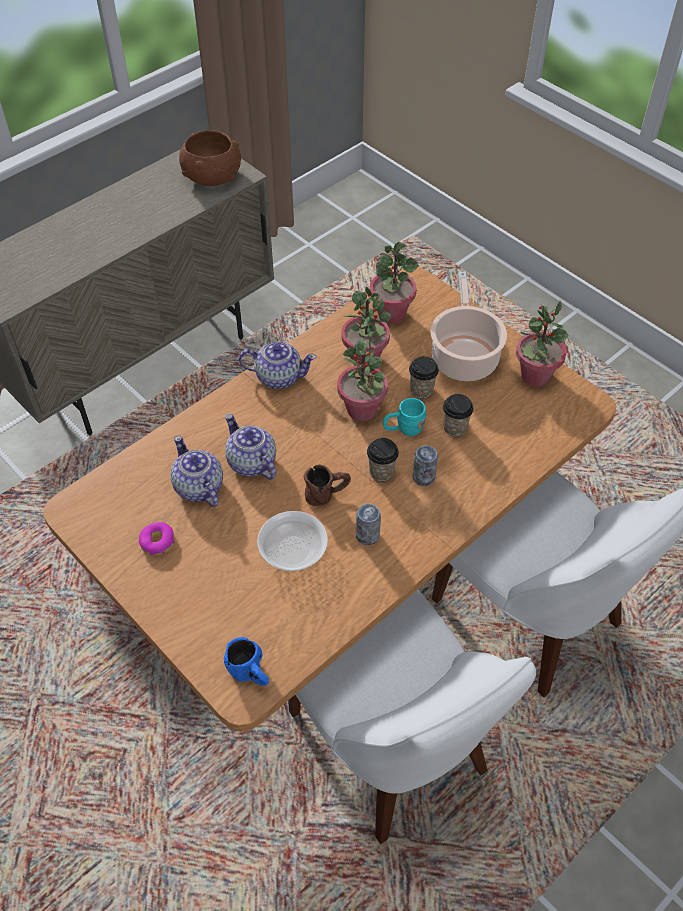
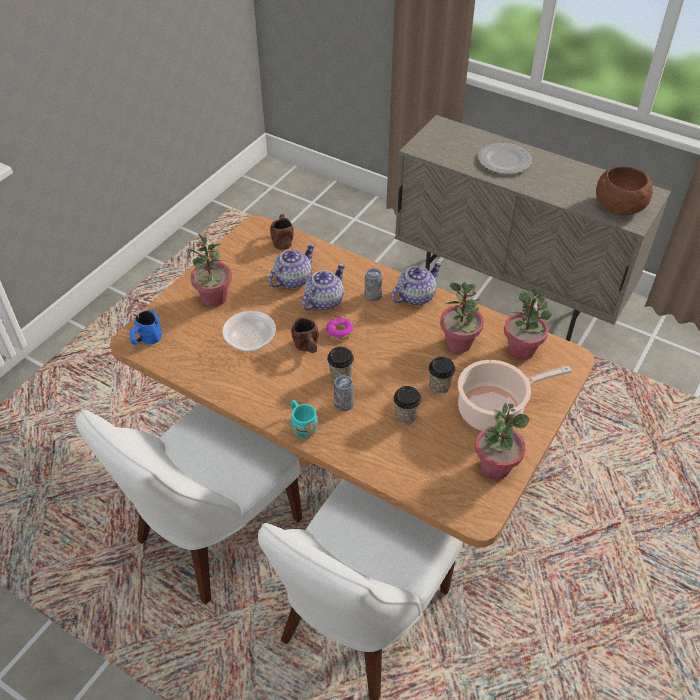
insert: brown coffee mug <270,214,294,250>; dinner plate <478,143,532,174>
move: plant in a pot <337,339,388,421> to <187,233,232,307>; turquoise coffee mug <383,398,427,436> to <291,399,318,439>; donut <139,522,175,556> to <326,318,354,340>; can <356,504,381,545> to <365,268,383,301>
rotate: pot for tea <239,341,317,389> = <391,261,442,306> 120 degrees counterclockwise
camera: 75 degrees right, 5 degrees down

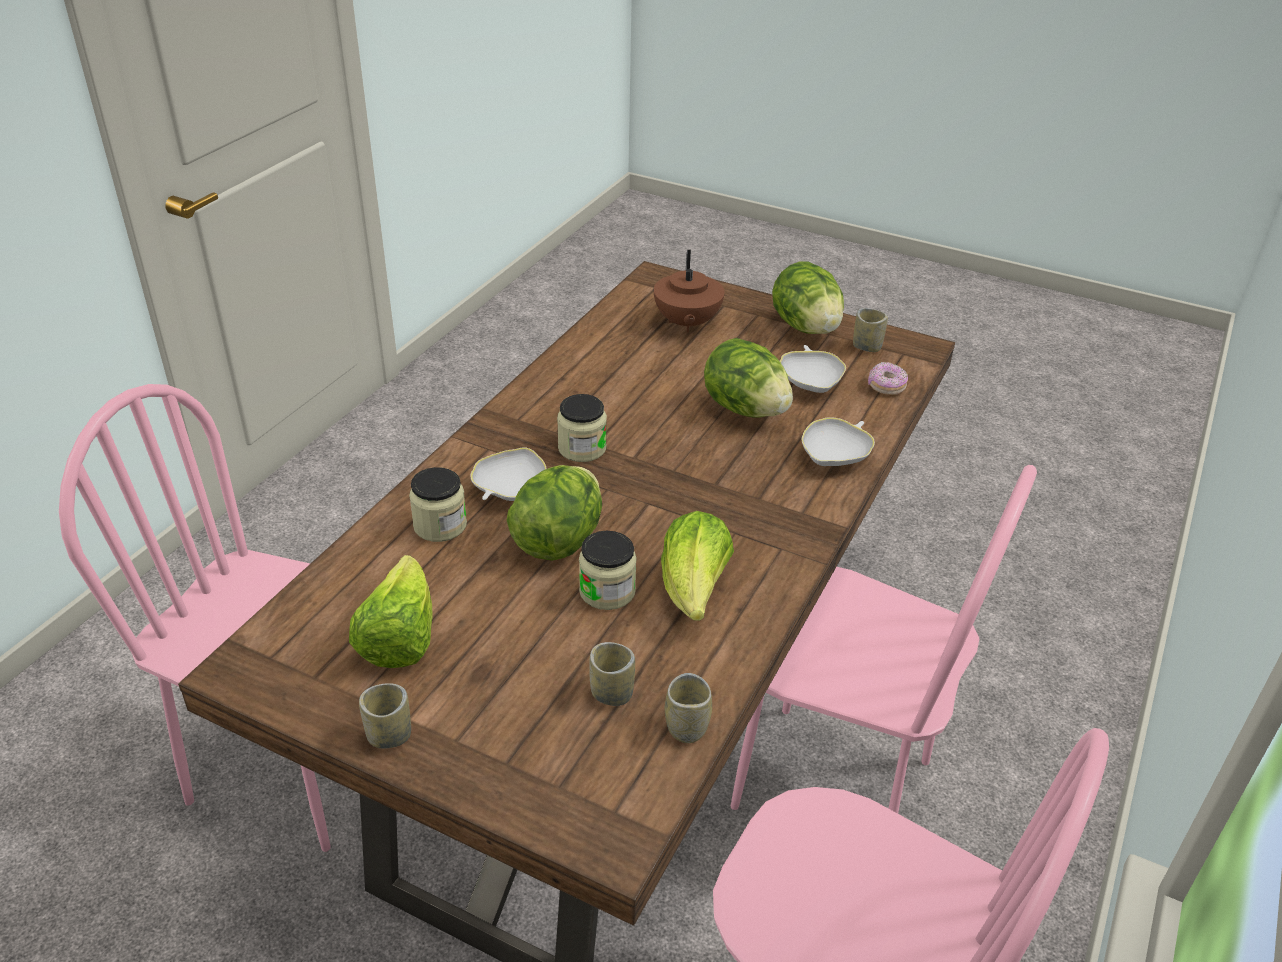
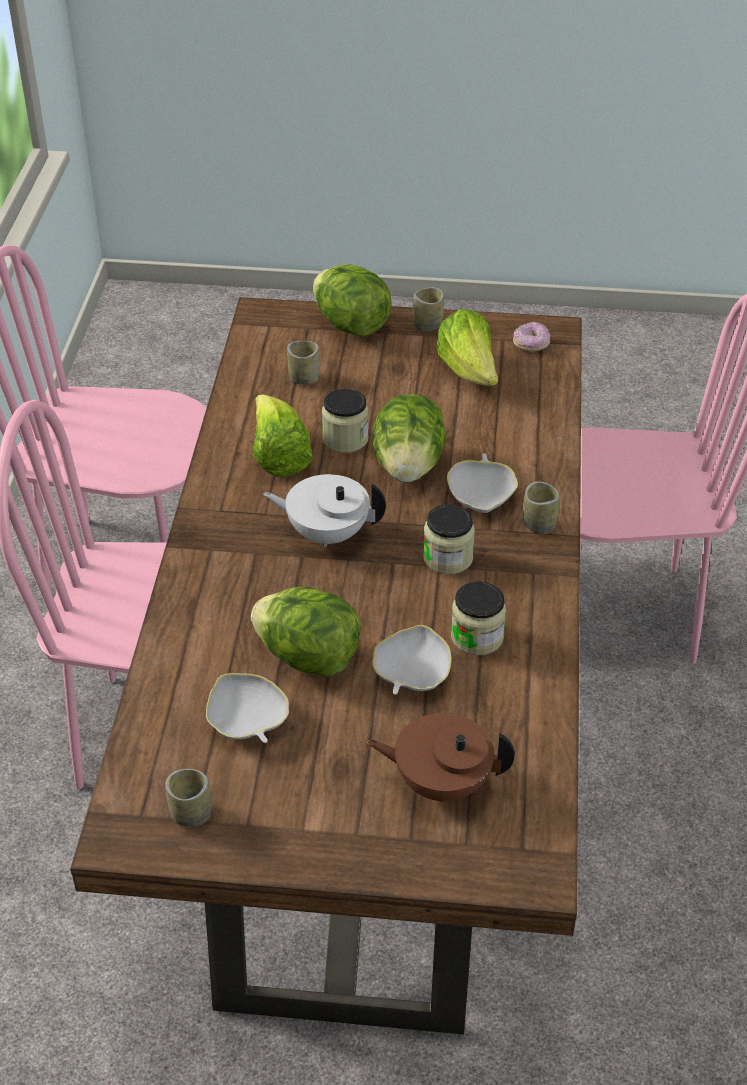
insert: whitish pot for tea <263,474,386,548>
move: lettuce <772,261,844,334> to <313,264,391,337>; whitish bowl <802,417,875,466> to <373,625,451,695>; jar <409,467,467,542> to <451,582,506,655>; donut <868,362,908,395> to <513,322,550,352>; small cup <665,673,712,743> to <523,481,560,535>
rotate: brown pot for tea <654,250,725,333> = <367,713,515,802> 60 degrees counterclockwise
camera: 160 degrees right, 5 degrees up

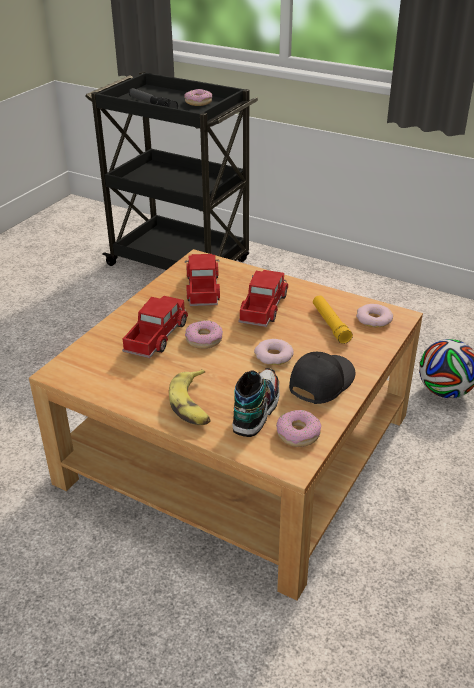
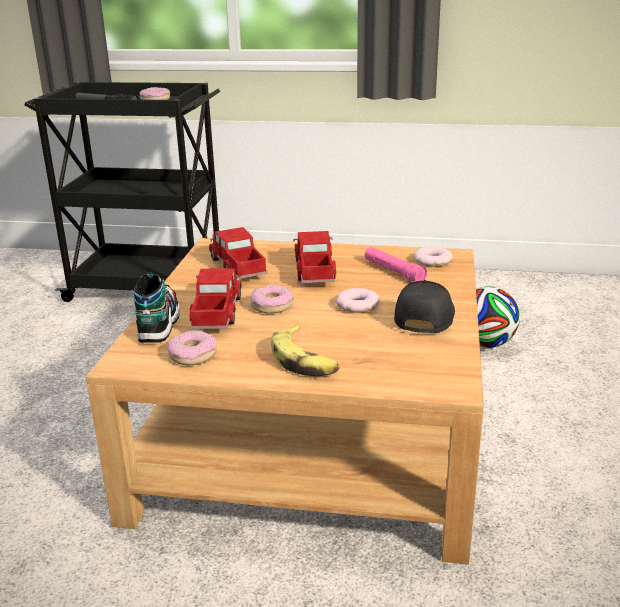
move: low shoe <232,368,280,437> to <134,272,180,343>; donut <276,410,322,447> to <167,330,217,365>
recolor: yellow-coloured torch <313,295,353,344> to pinkish torch <365,247,427,282>
camera: 20 degrees left, 10 degrees down

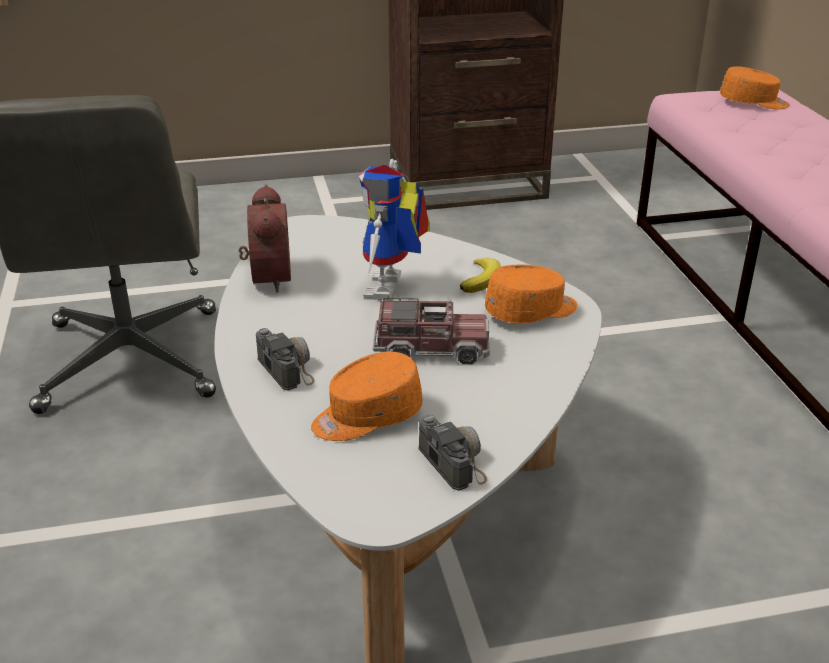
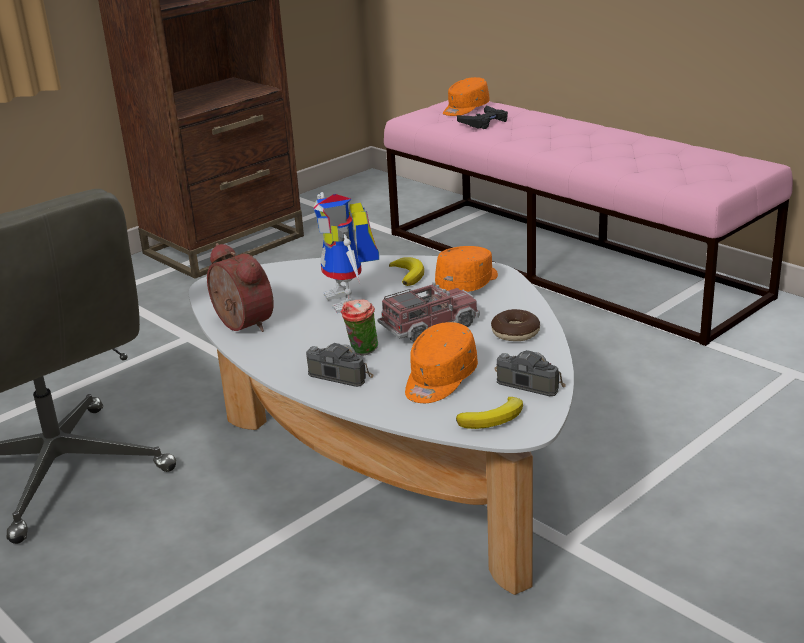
insert: small cup <341,299,378,356>; banana <456,397,523,429>; black joypad <457,105,508,129>; donut <491,309,540,341>
rotate: orange peaked cap <720,66,790,109> = <443,77,490,116> 150 degrees clockwise
camera: 30 degrees left, 5 degrees down

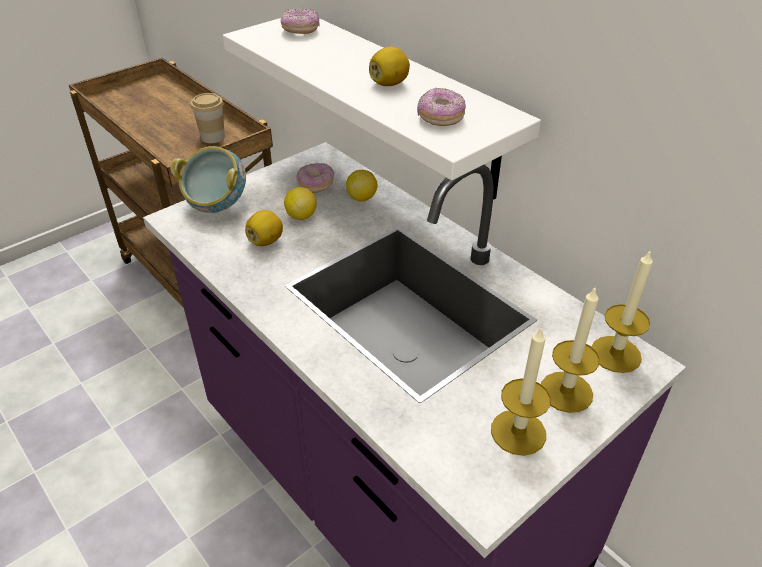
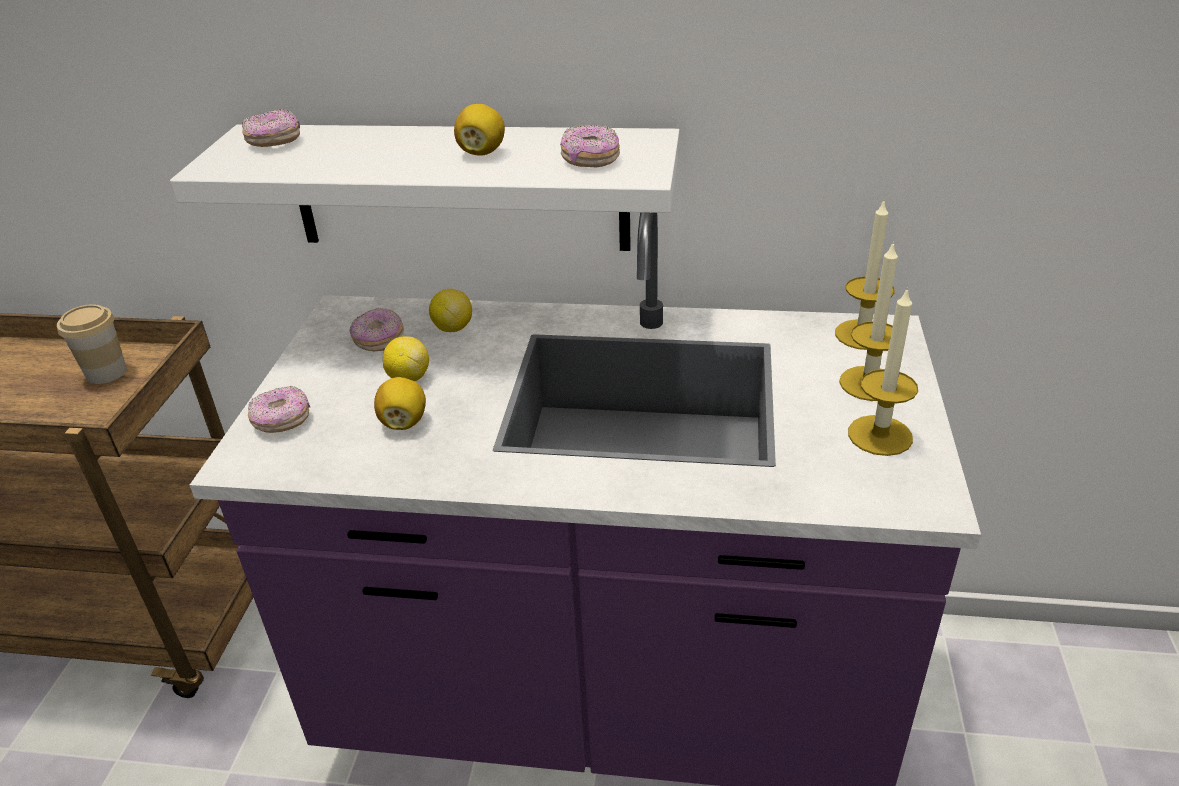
replace: bowl <170,146,246,213> to donut <248,386,310,433>
camera: 40 degrees left, 5 degrees down

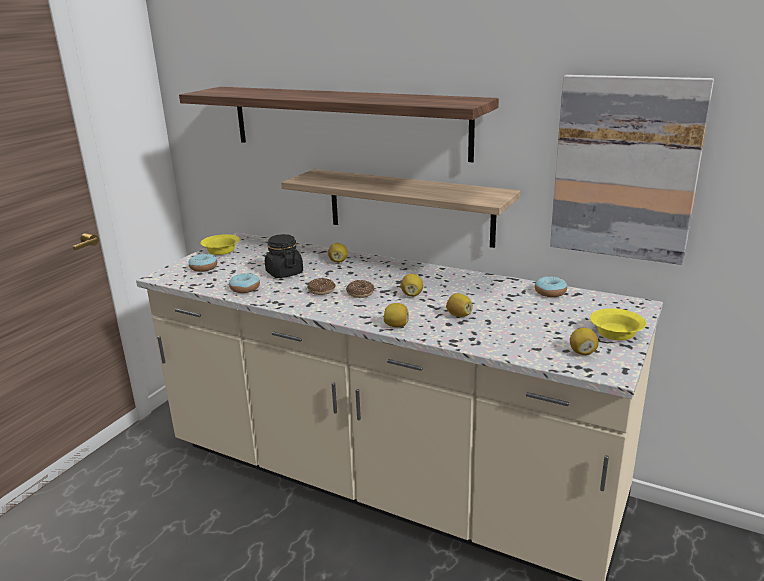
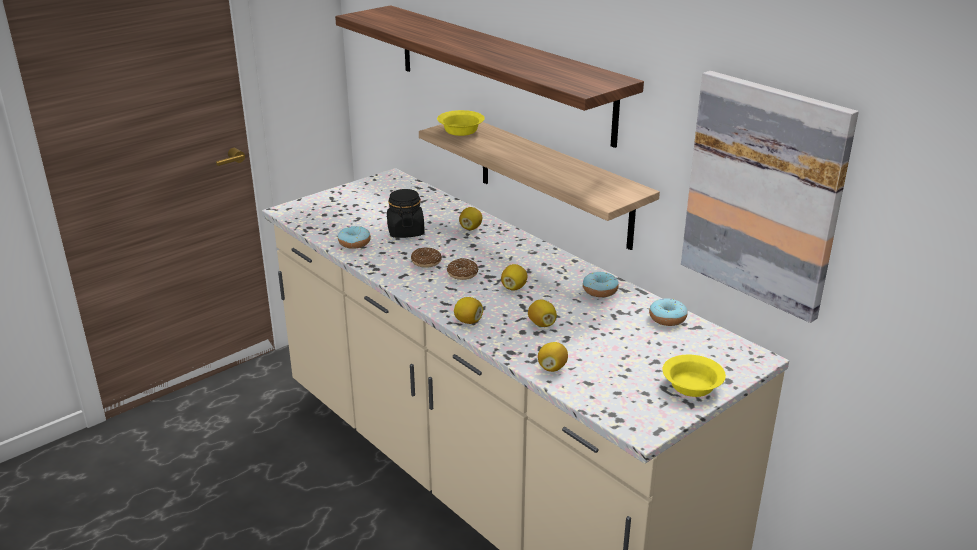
move: yellow-coloured bowl <200,234,240,255> to <437,110,485,136>; citrus fruit <570,328,599,355> to <538,342,568,372>; donut <189,254,217,272> to <583,272,619,297>
camera: 20 degrees right, 5 degrees up

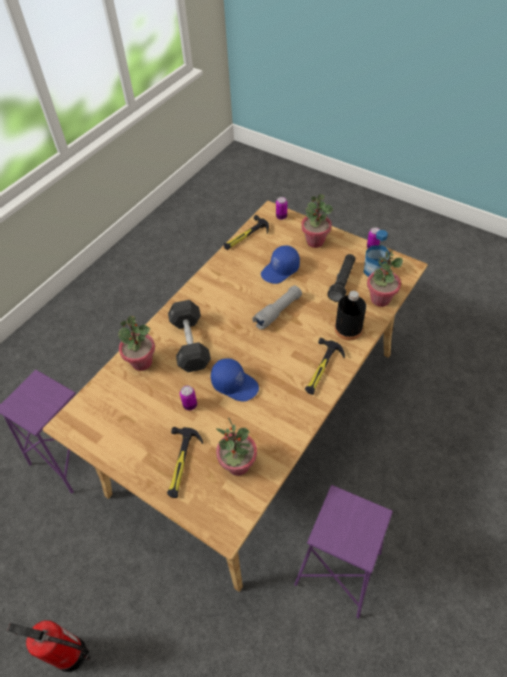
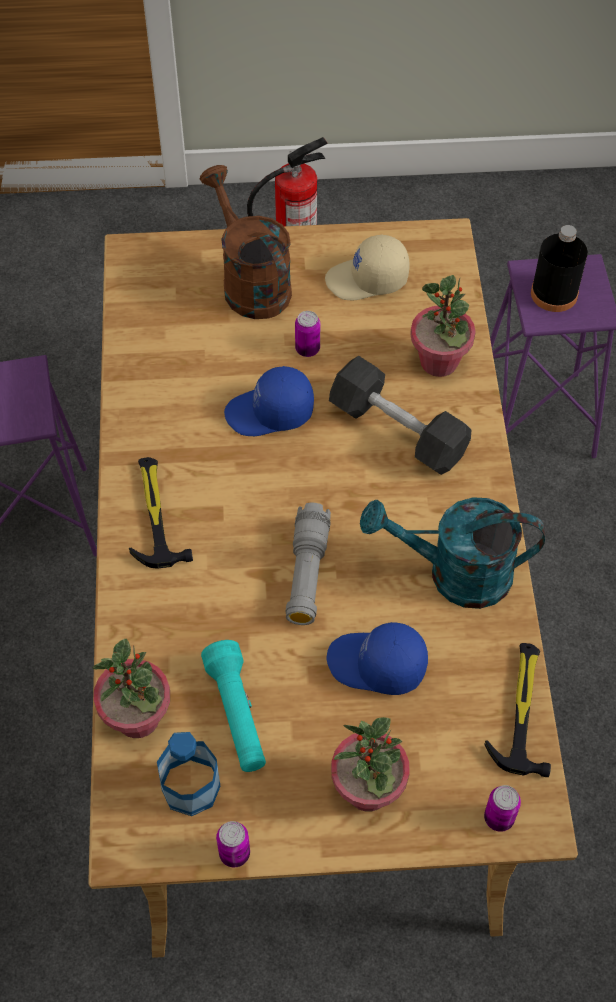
delete: plant in a pot <216,417,257,476>
insert: beige-coloured peaked cap <325,234,410,300>; turquoise sprinkling can <360,497,545,609>
move: black bottle <335,291,366,341> to <531,225,588,312>
replace: tool hammer <167,427,203,498> to brown sprinkling can <200,165,292,319>
recolor: black torch <327,254,355,302> to turquoise torch <201,640,266,772>
rotate: blue-coloured peaked cap <261,246,300,284> = <327,622,428,695> 90 degrees counterclockwise
camera: 140 degrees right, 5 degrees up

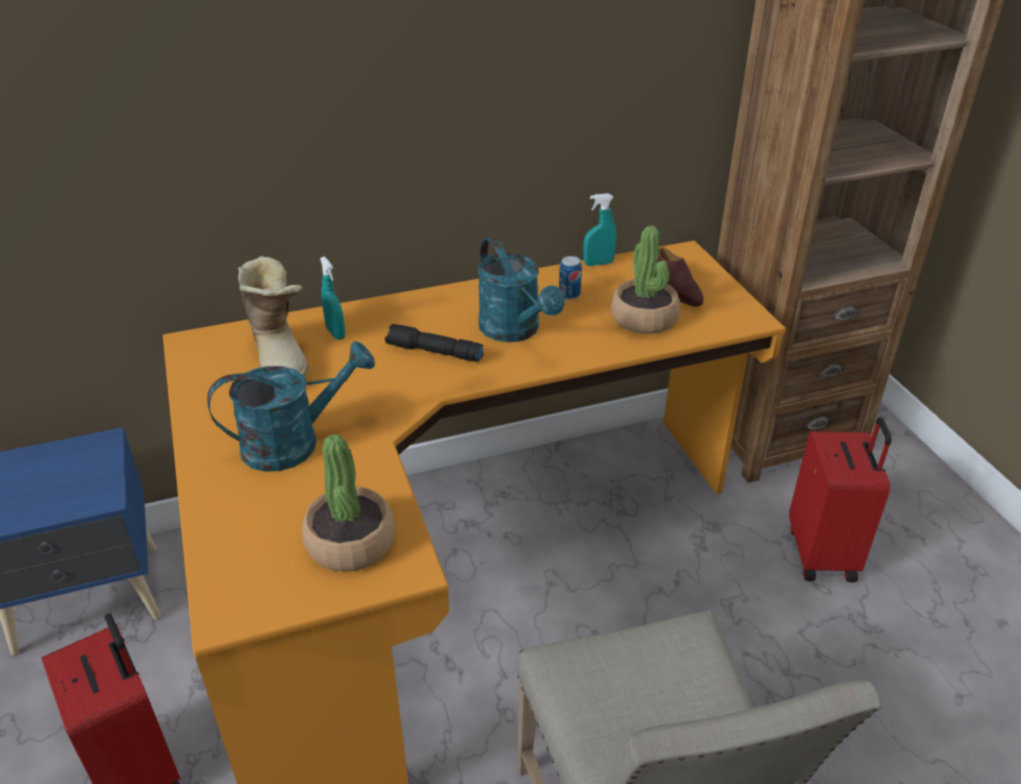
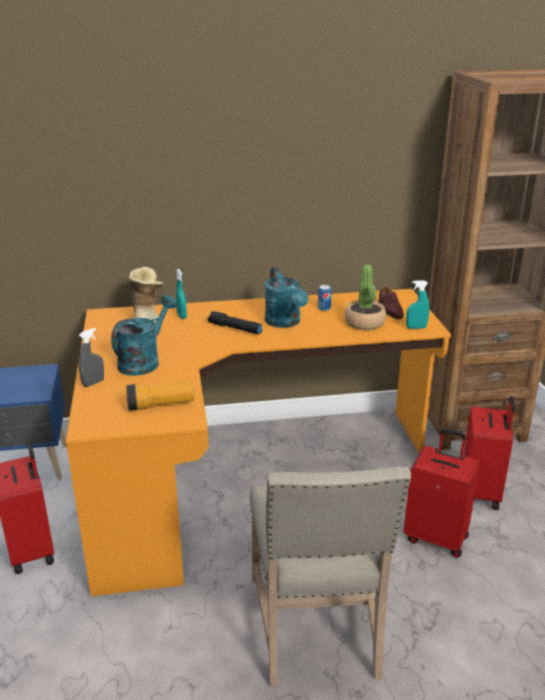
insert: grey spray bottle <79,328,104,387>; reddish piece of luggage <404,428,480,558>
move: turquoise spray bottle <583,193,617,266> to <406,280,429,329>
replace: plant in a pot <302,434,395,572> to torch <126,381,194,410>
rotate: turquoise sprinkling can <207,341,375,472> = <111,295,177,376> 45 degrees counterclockwise
camera: 10 degrees right, 10 degrees down

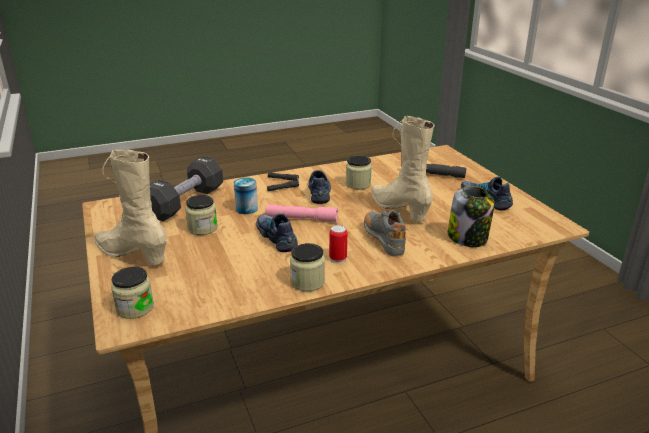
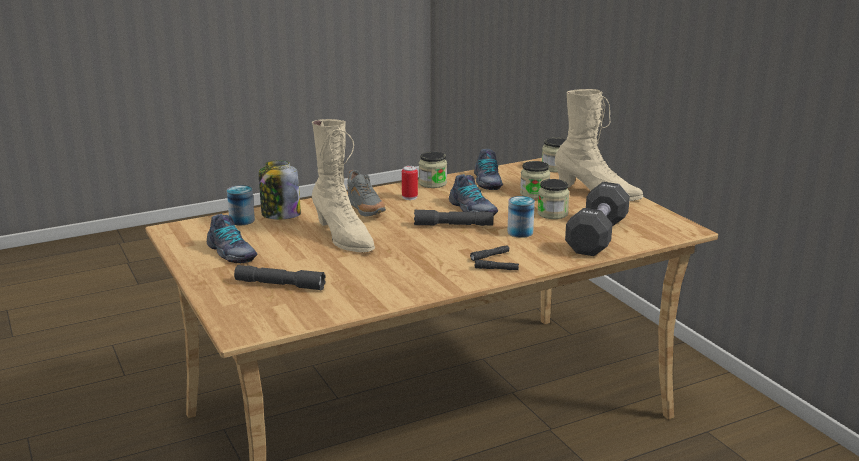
insert: can <227,185,255,226>
move: low shoe <308,170,331,204> to <474,149,503,190>; jar <346,155,372,189> to <520,161,550,199>
recolor: pinkish torch <265,204,338,222> to grey torch <414,209,493,226>
camera: 175 degrees right, 5 degrees down

